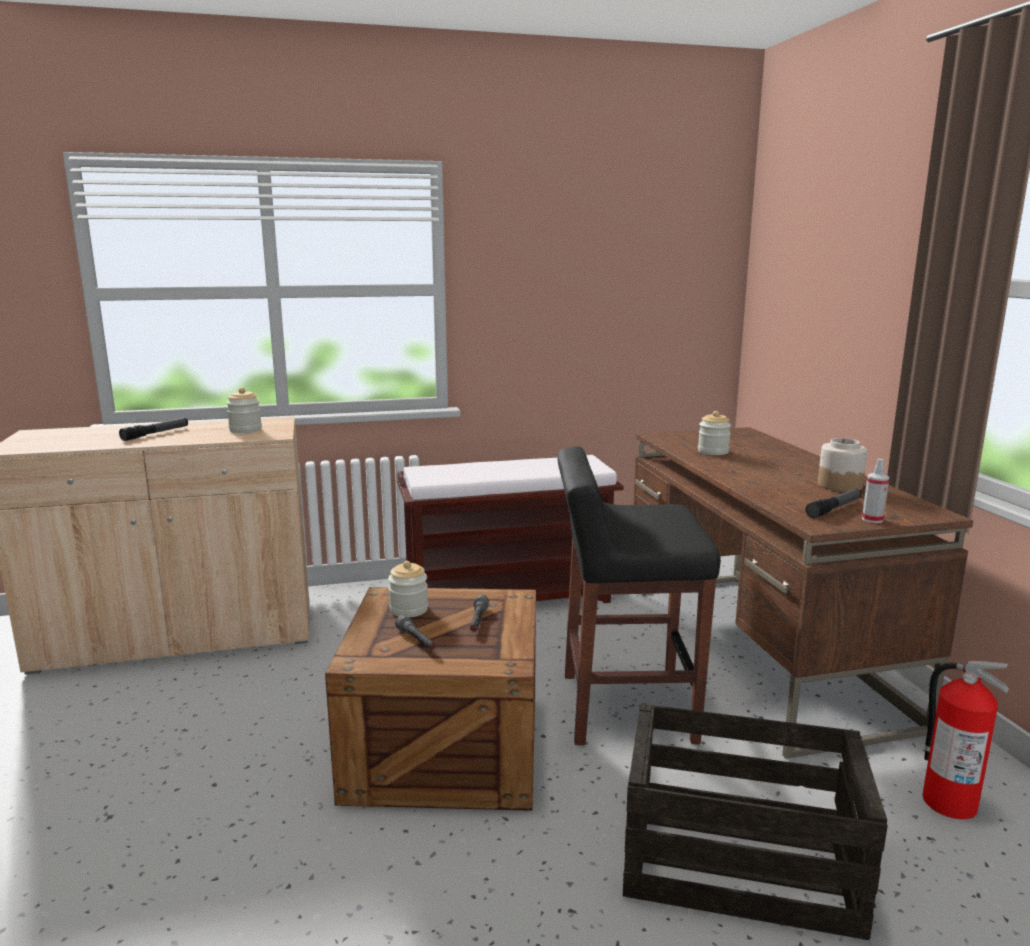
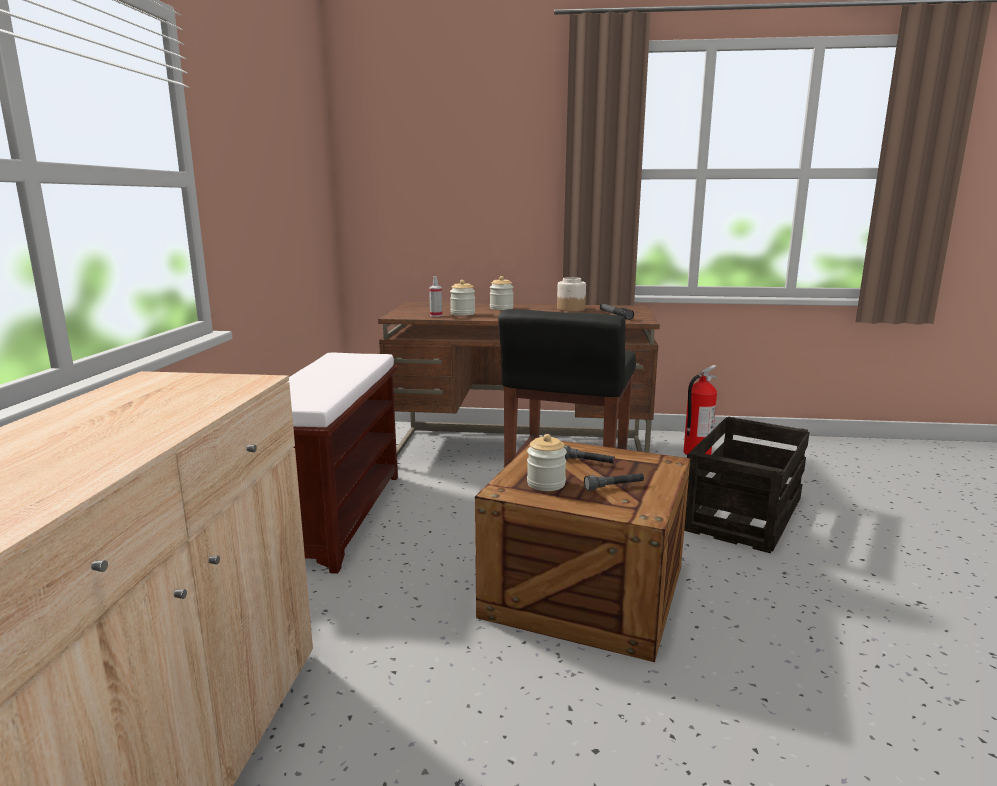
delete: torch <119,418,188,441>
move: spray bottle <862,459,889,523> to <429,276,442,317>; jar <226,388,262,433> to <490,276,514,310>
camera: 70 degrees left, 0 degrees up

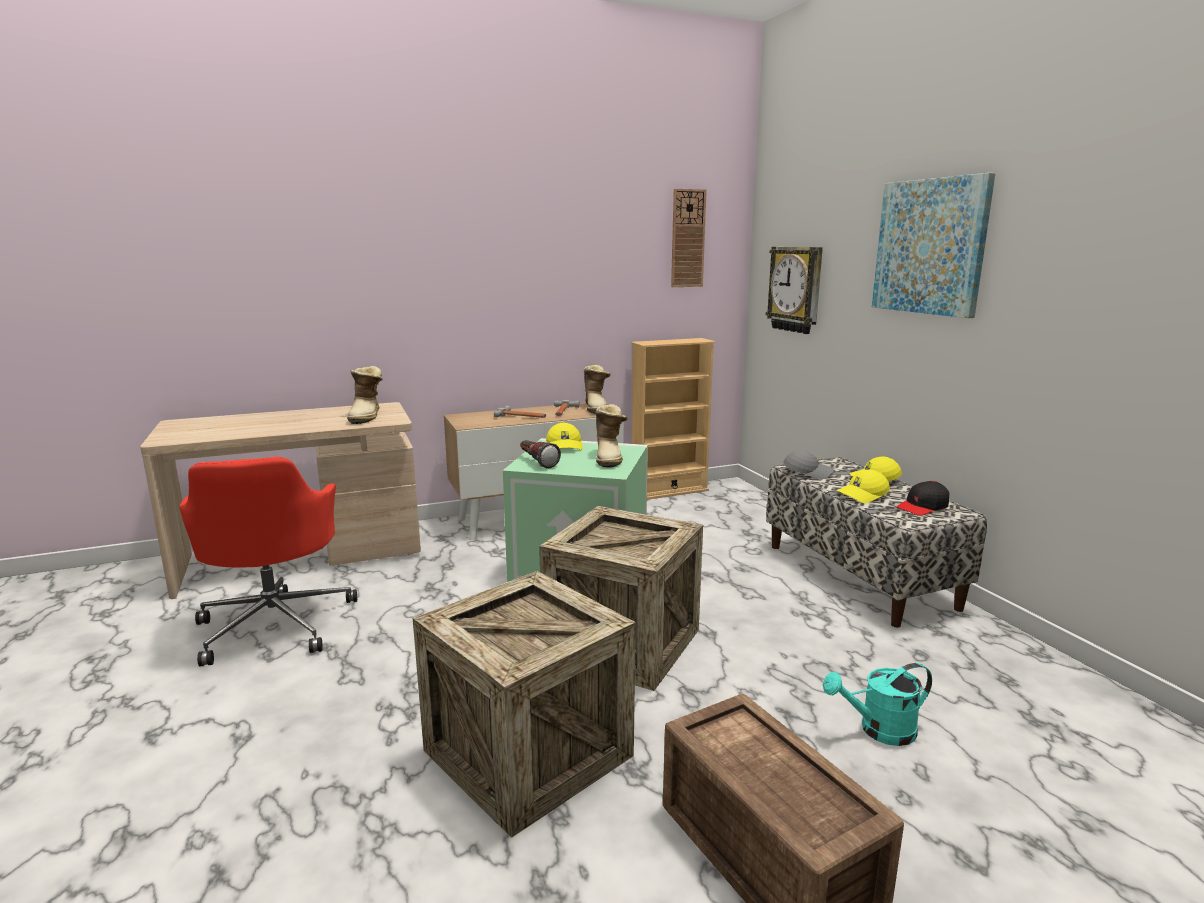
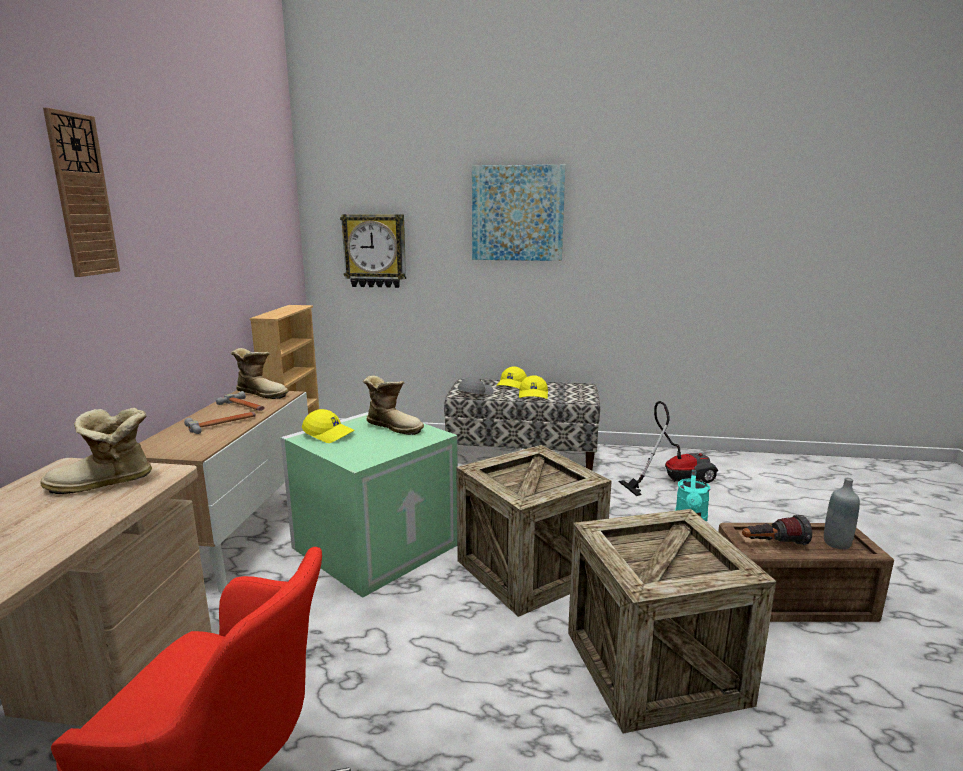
delete: black peaked cap <896,481,949,516>
insert: vacuum cleaner <619,401,718,496>; grey bottle <824,478,860,549>
move: wall clock <671,188,707,287> to <43,108,120,277>; torch <520,440,561,468> to <742,515,812,545>
rotate: high-top boot <347,366,383,424> = <40,408,152,494> 135 degrees clockwise
camera: 60 degrees left, 0 degrees up

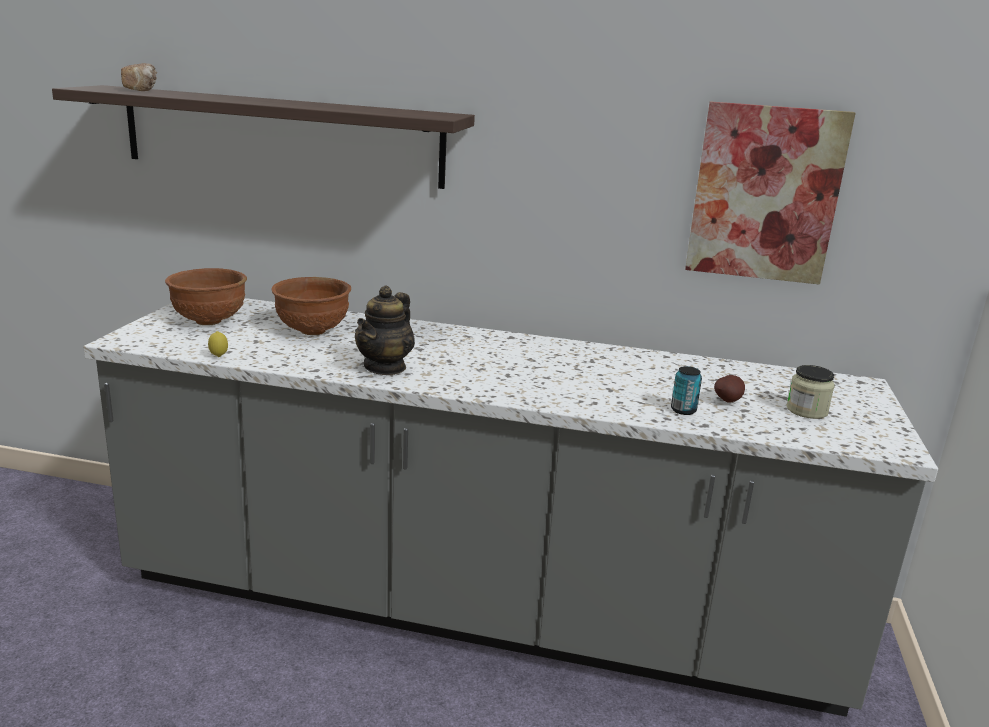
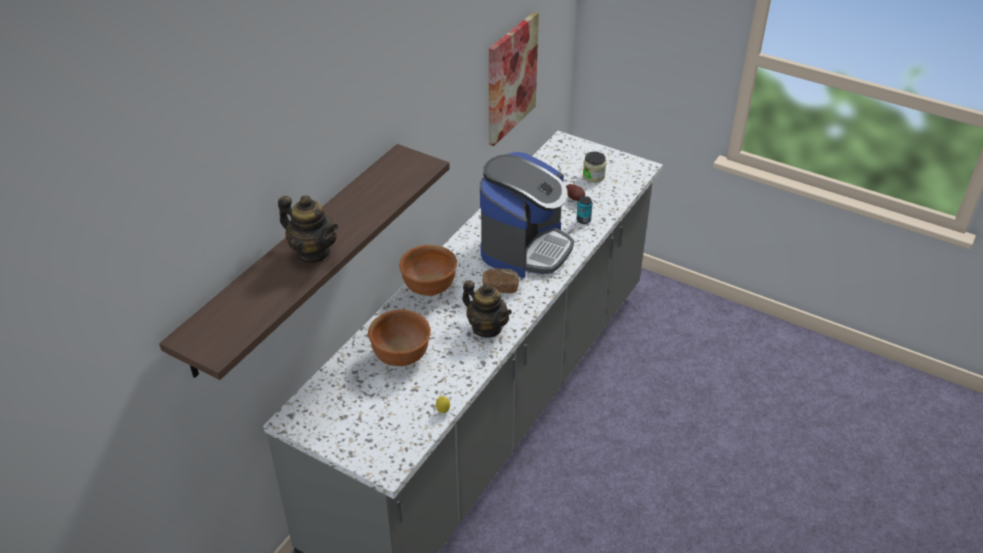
insert: pot for tea <278,195,338,263>; coffee brewer <480,152,574,278>
move: brown bowl <165,268,247,325> to <399,245,457,296>; bakery bread <121,63,157,91> to <483,268,519,293>
camera: 70 degrees left, 20 degrees up

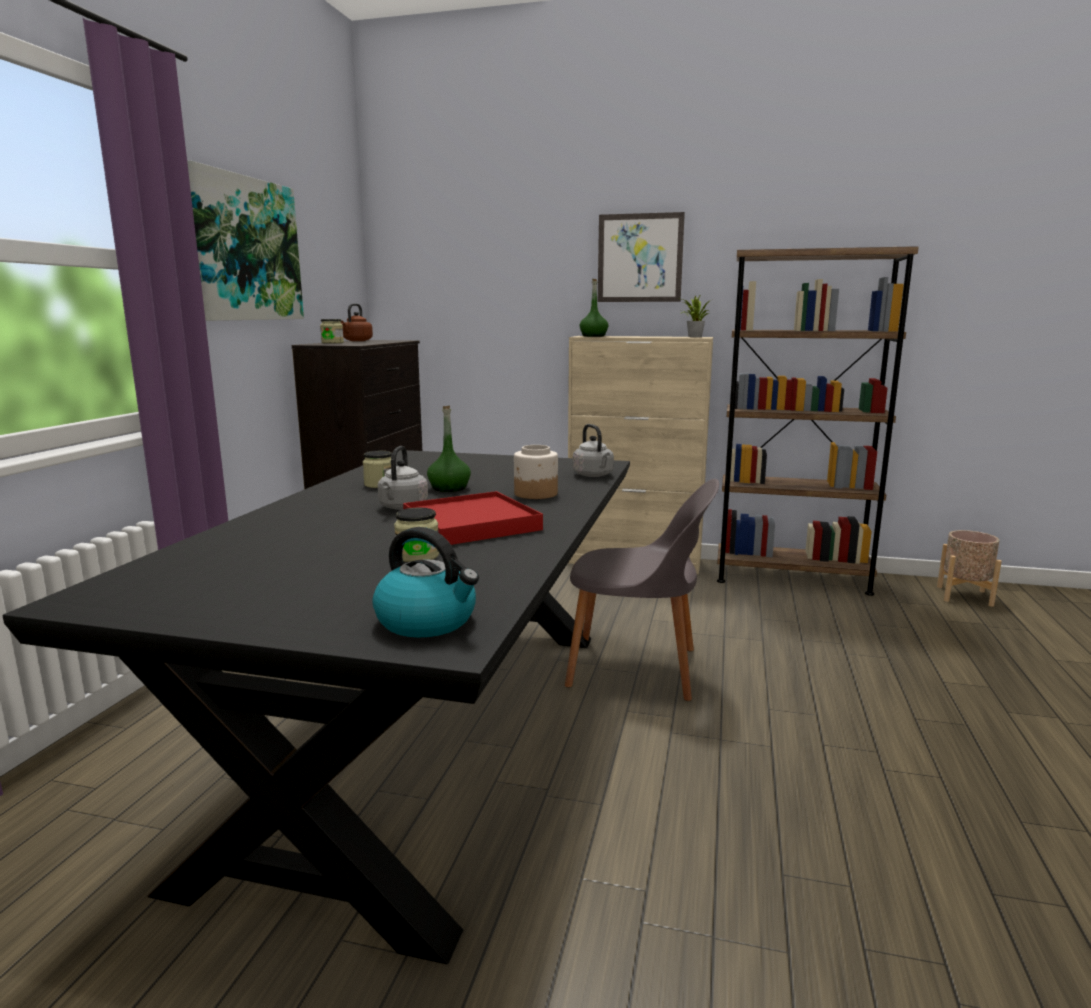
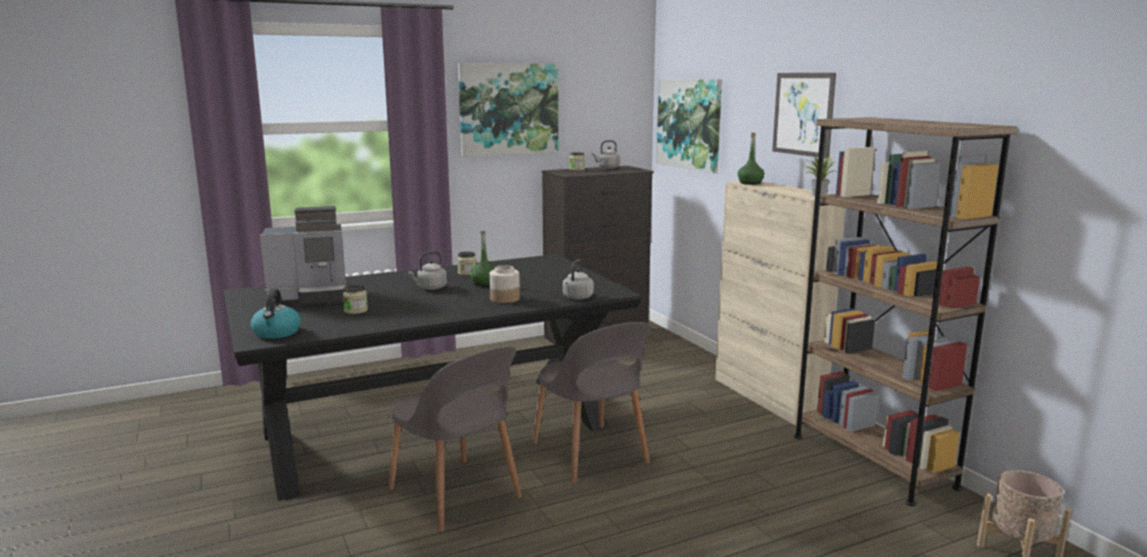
delete: reddish tray <403,491,543,545>
insert: coffee brewer <259,206,346,305>; grey plain chair <388,346,522,532>; wall art <657,79,722,174>
recolor: brown tea kettle <341,303,373,341> to grey tea kettle <592,140,620,169>
camera: 50 degrees right, 0 degrees up

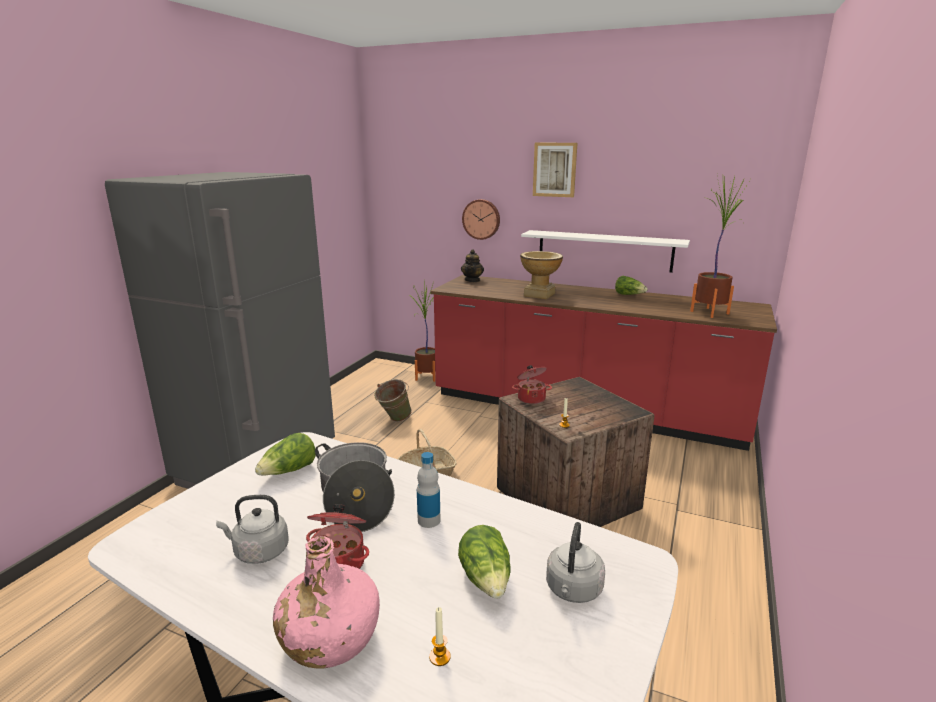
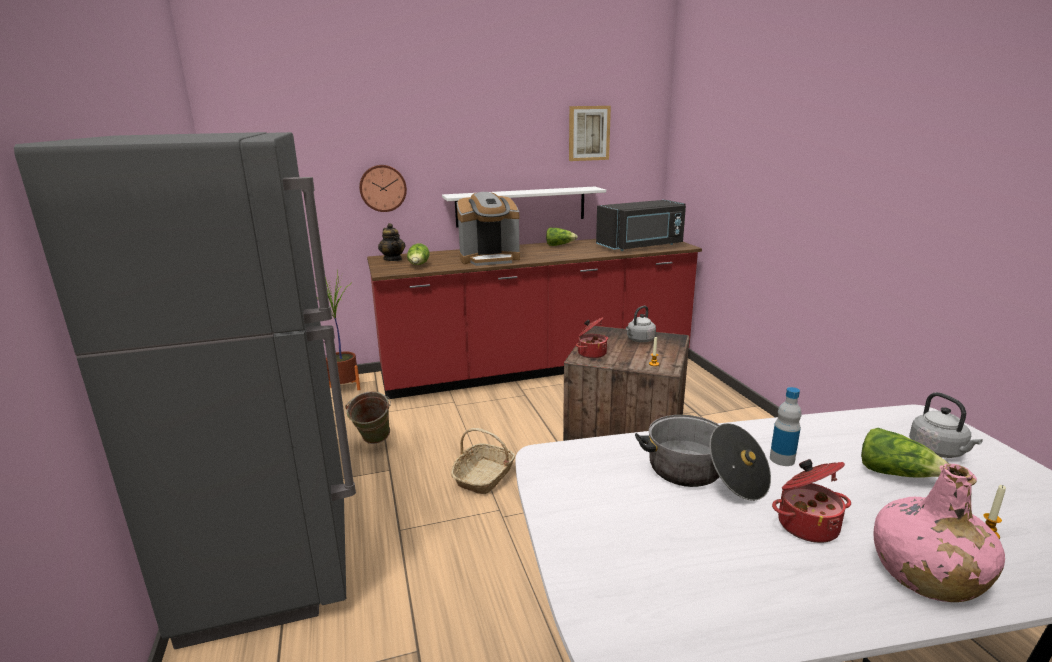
move: lettuce <255,433,316,476> to <407,243,429,265>; wall art <533,143,577,197> to <569,106,611,161>; grey tea kettle <216,495,289,564> to <626,306,656,342>
replace: flower vase <520,251,563,299> to coffee brewer <457,192,520,266>; plant in a pot <690,176,749,318> to black kitchen microwave <596,200,686,251>
camera: 40 degrees left, 0 degrees up

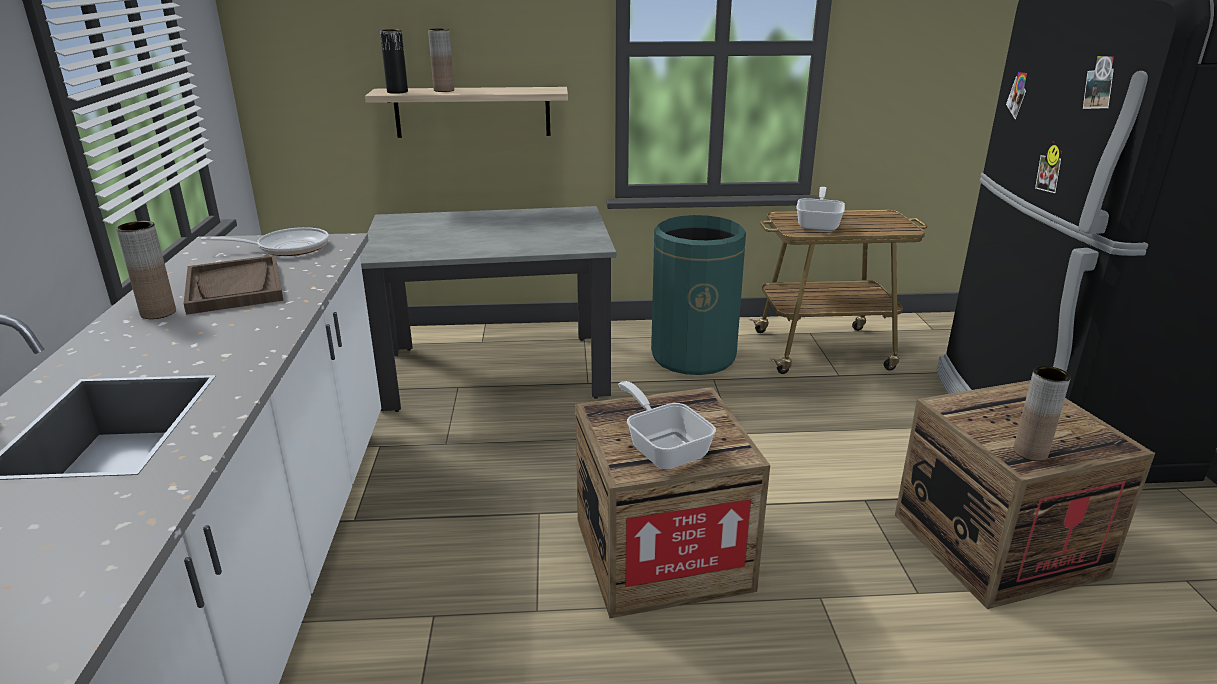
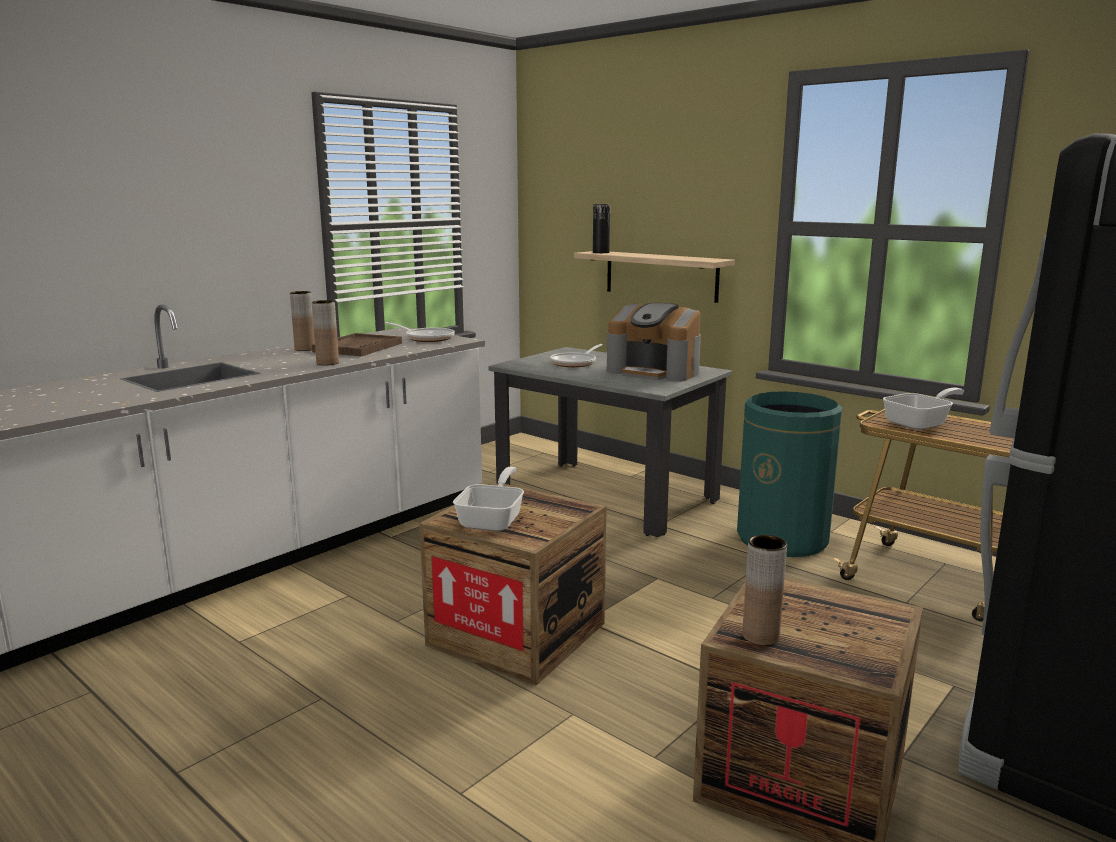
insert: frying pan <550,344,603,367>; coffee brewer <607,303,701,382>
move: brown flower vase <428,28,454,92> to <312,300,339,365>
camera: 45 degrees right, 10 degrees down

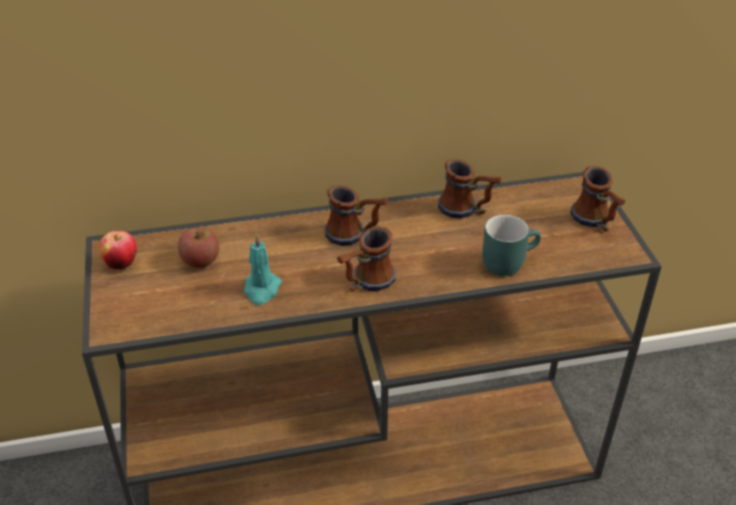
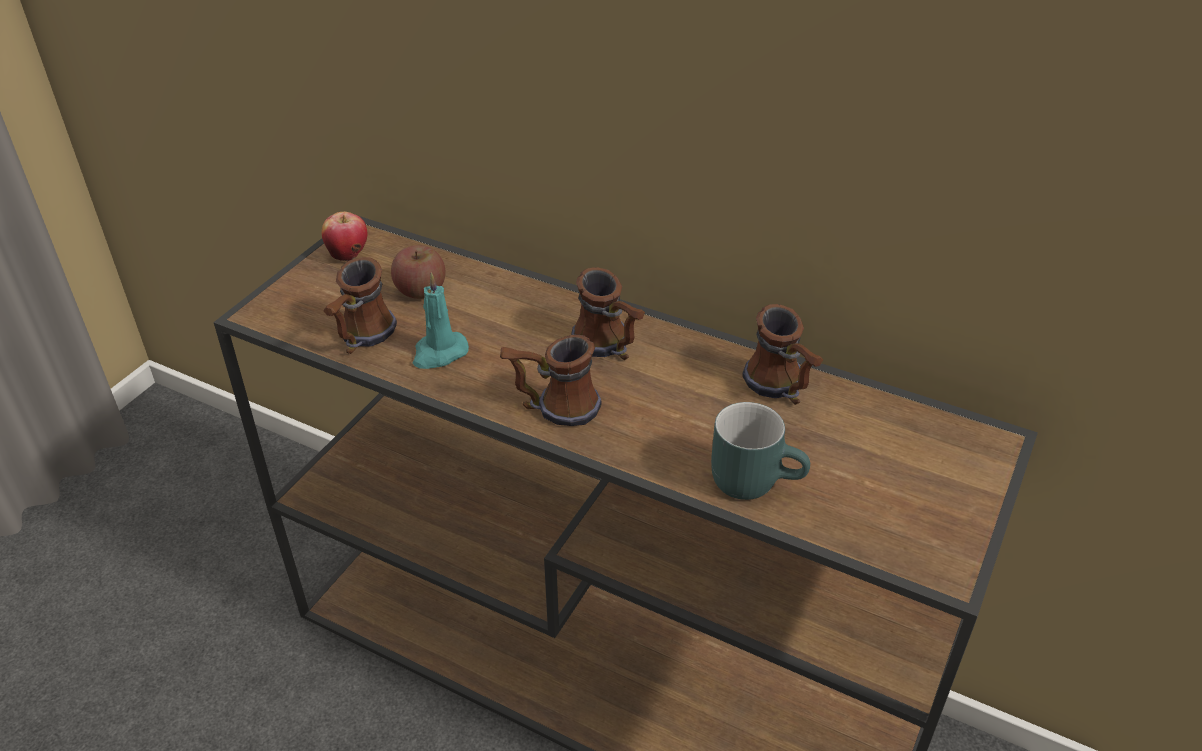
move: coffee mug <570,166,626,232> to <323,257,397,354>
camera: 40 degrees right, 0 degrees up

